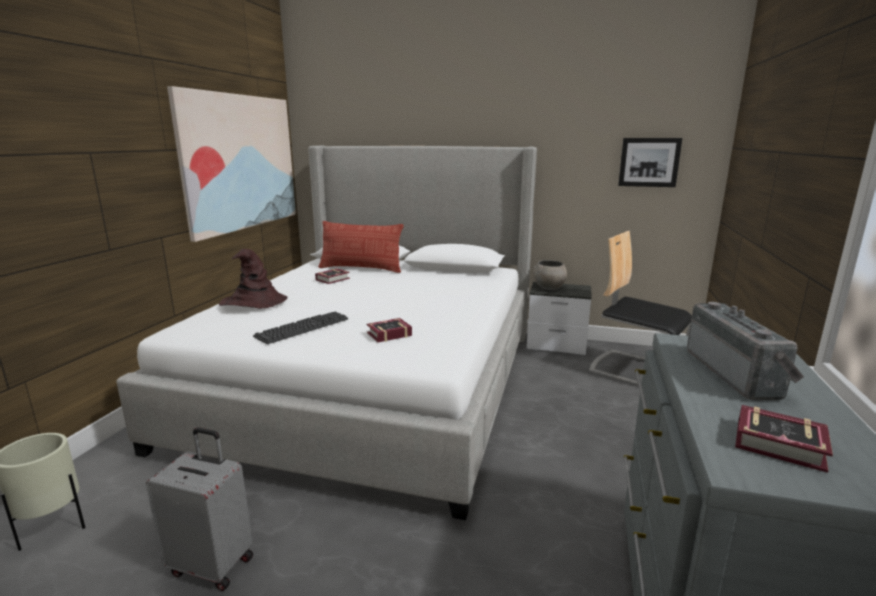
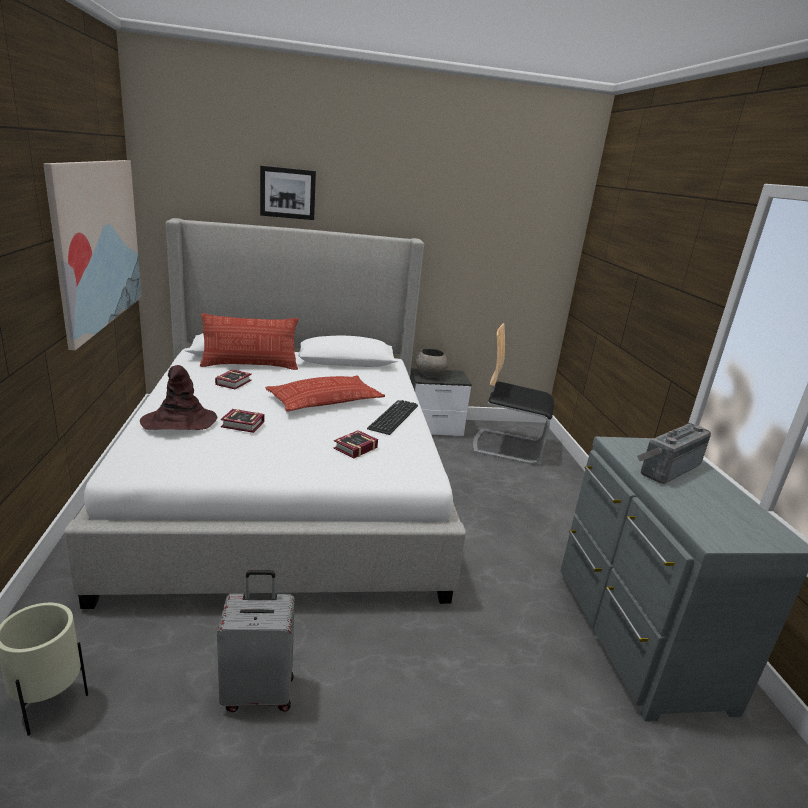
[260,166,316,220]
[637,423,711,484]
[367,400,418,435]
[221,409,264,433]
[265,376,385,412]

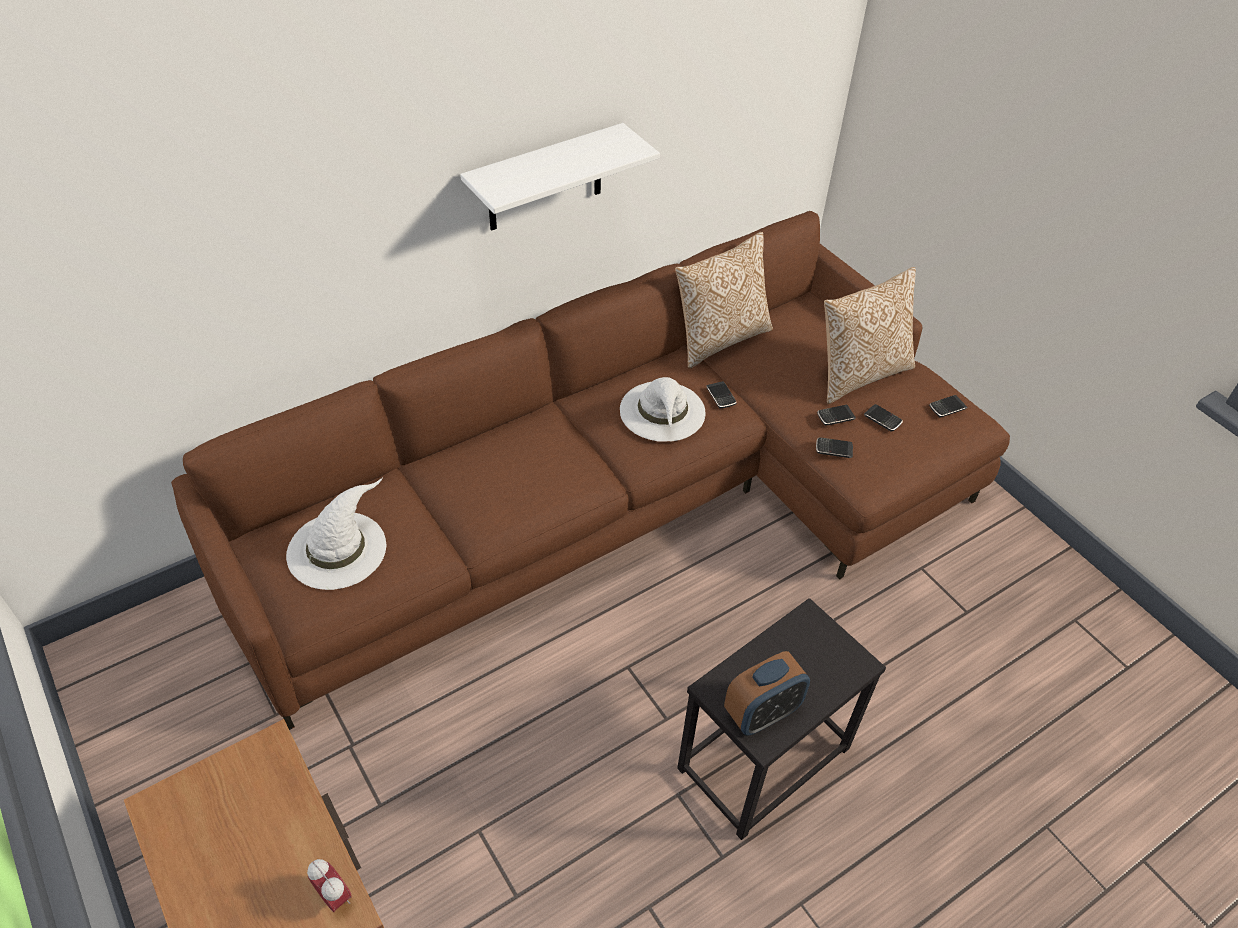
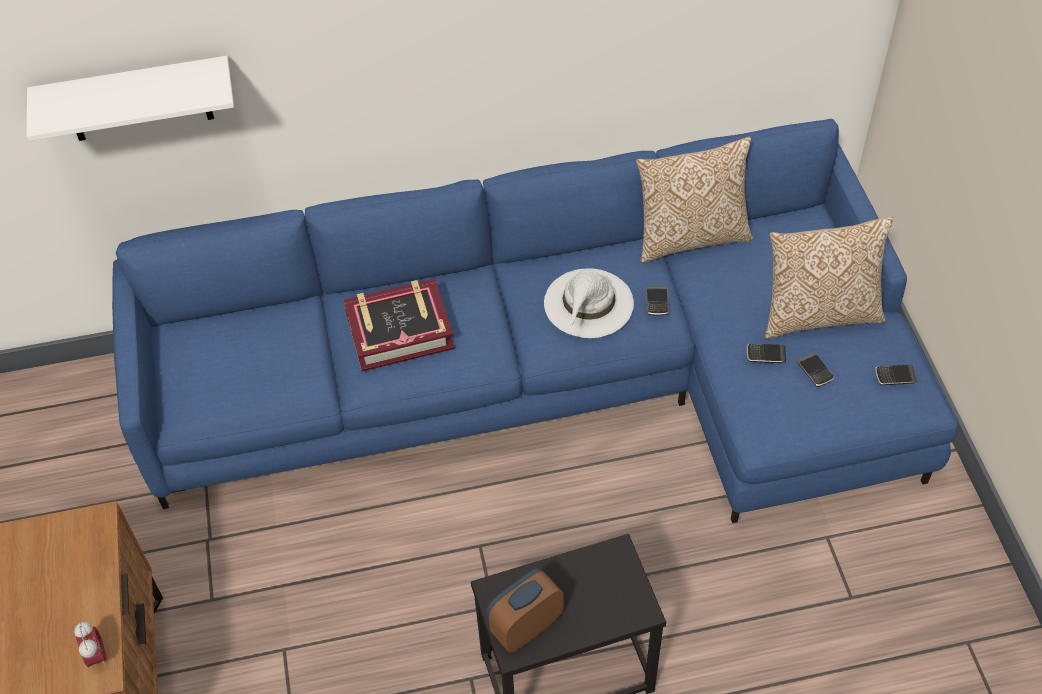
[27,56,234,141]
[112,119,958,523]
[816,437,853,458] (first image)
[286,479,386,590] (first image)
[486,568,564,653]
[344,278,455,371]

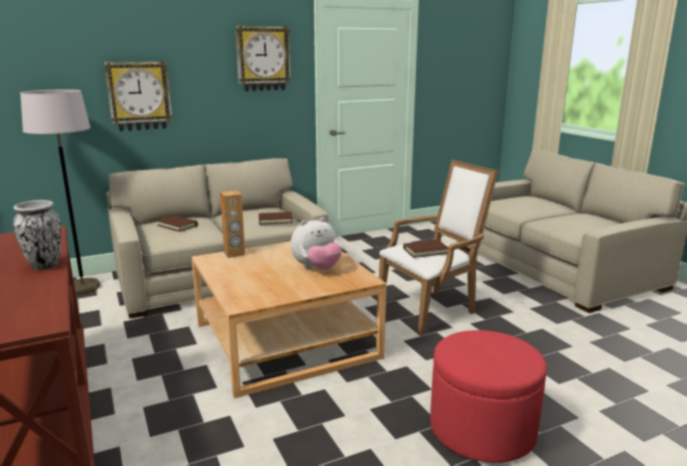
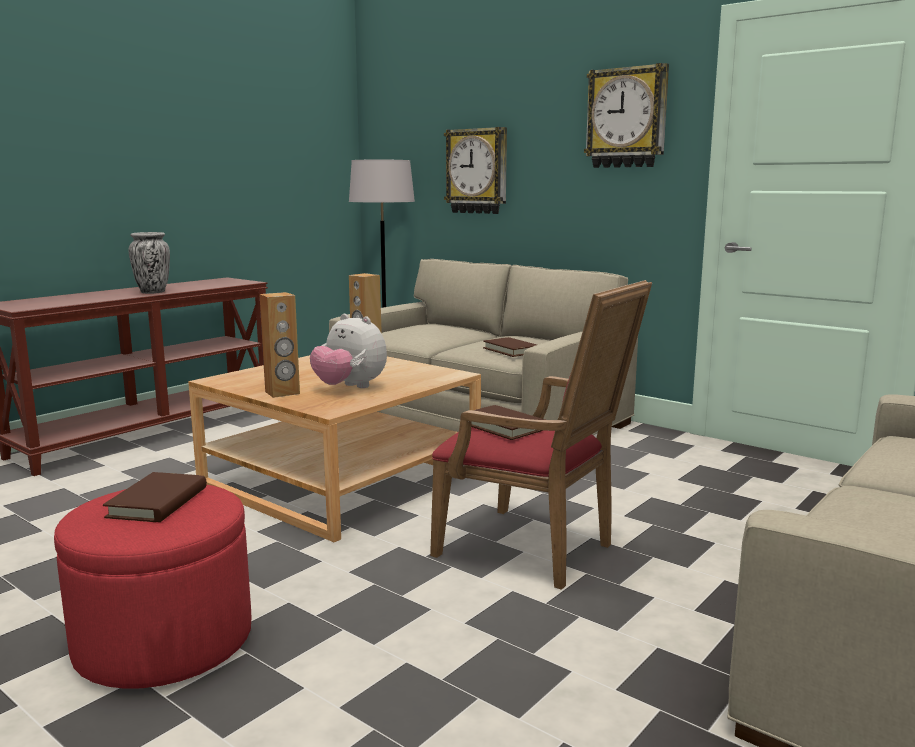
[430,280,652,590]
[103,472,207,522]
[259,292,300,398]

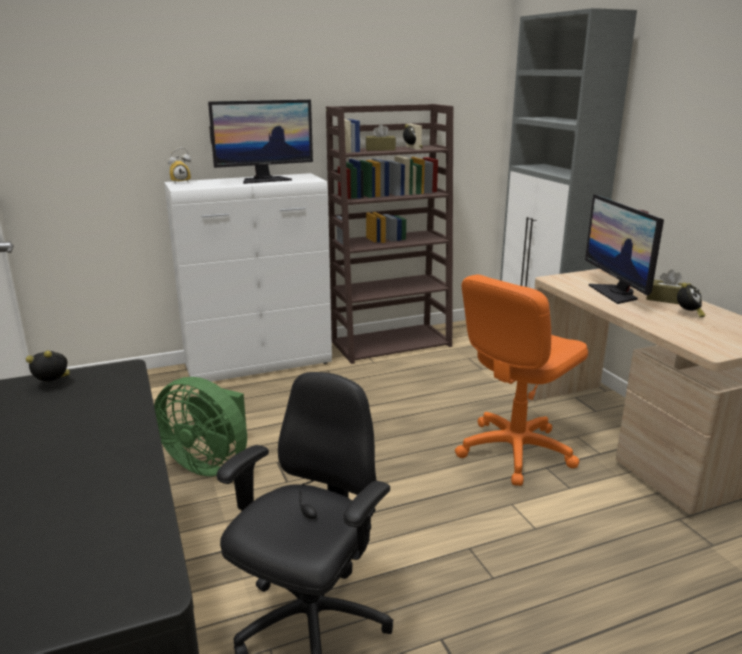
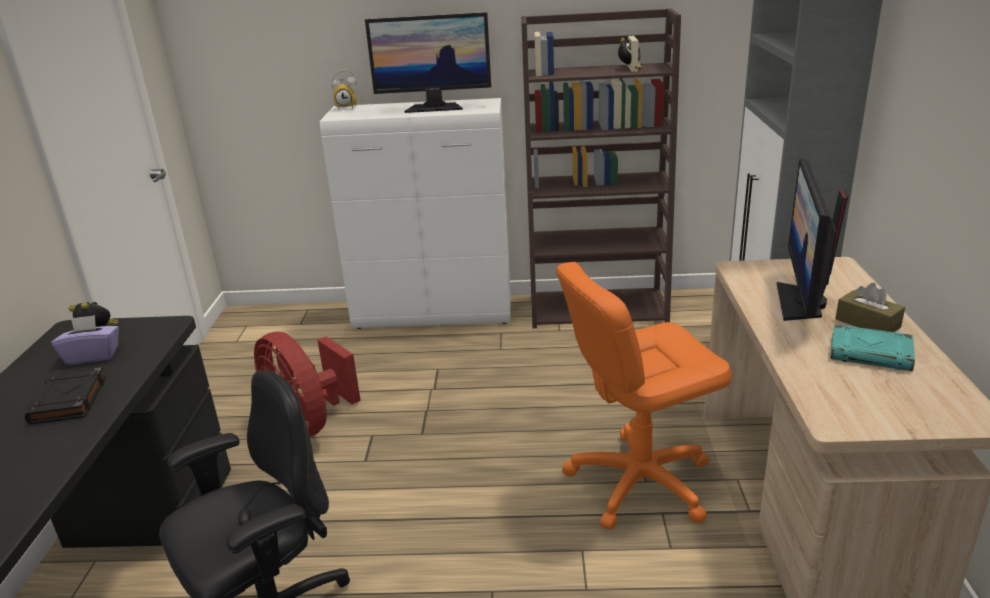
[366,124,396,151] (first image)
[830,324,915,371]
[254,332,361,437]
[51,315,119,365]
[25,367,106,424]

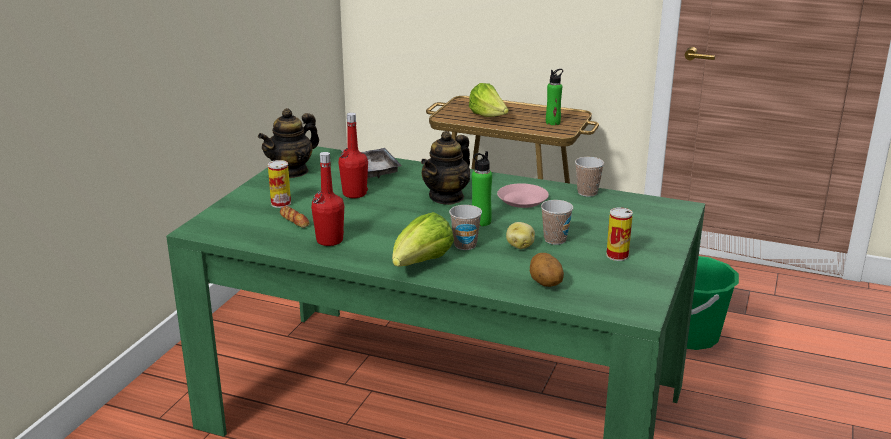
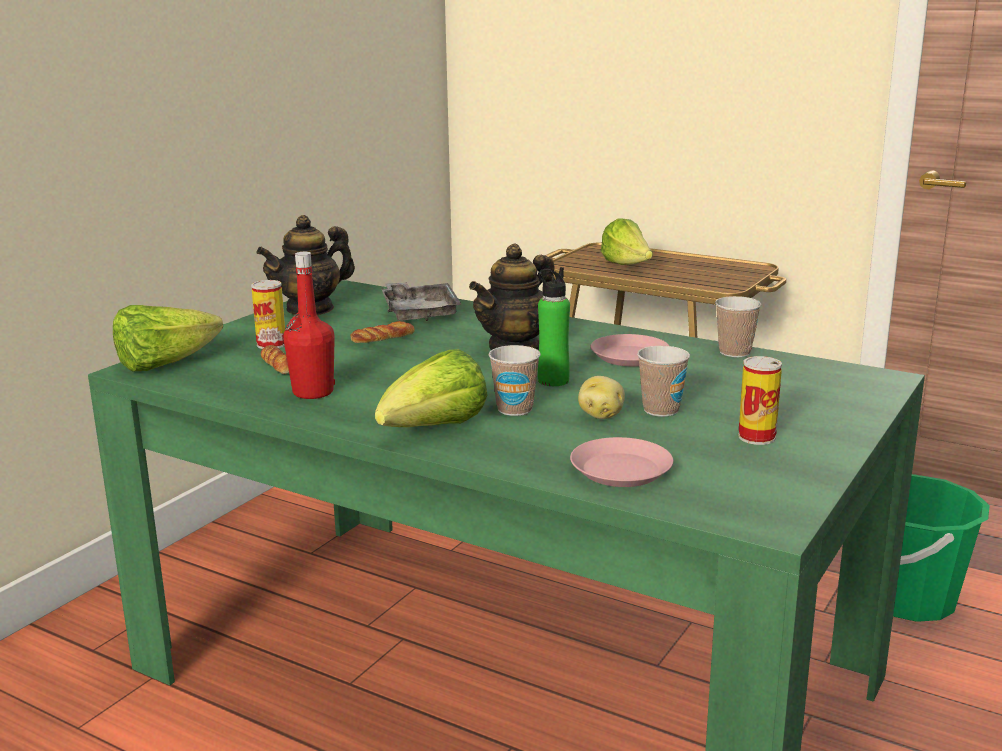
[546,69,563,125] (first image)
[351,321,415,343]
[570,437,673,487]
[113,305,223,371]

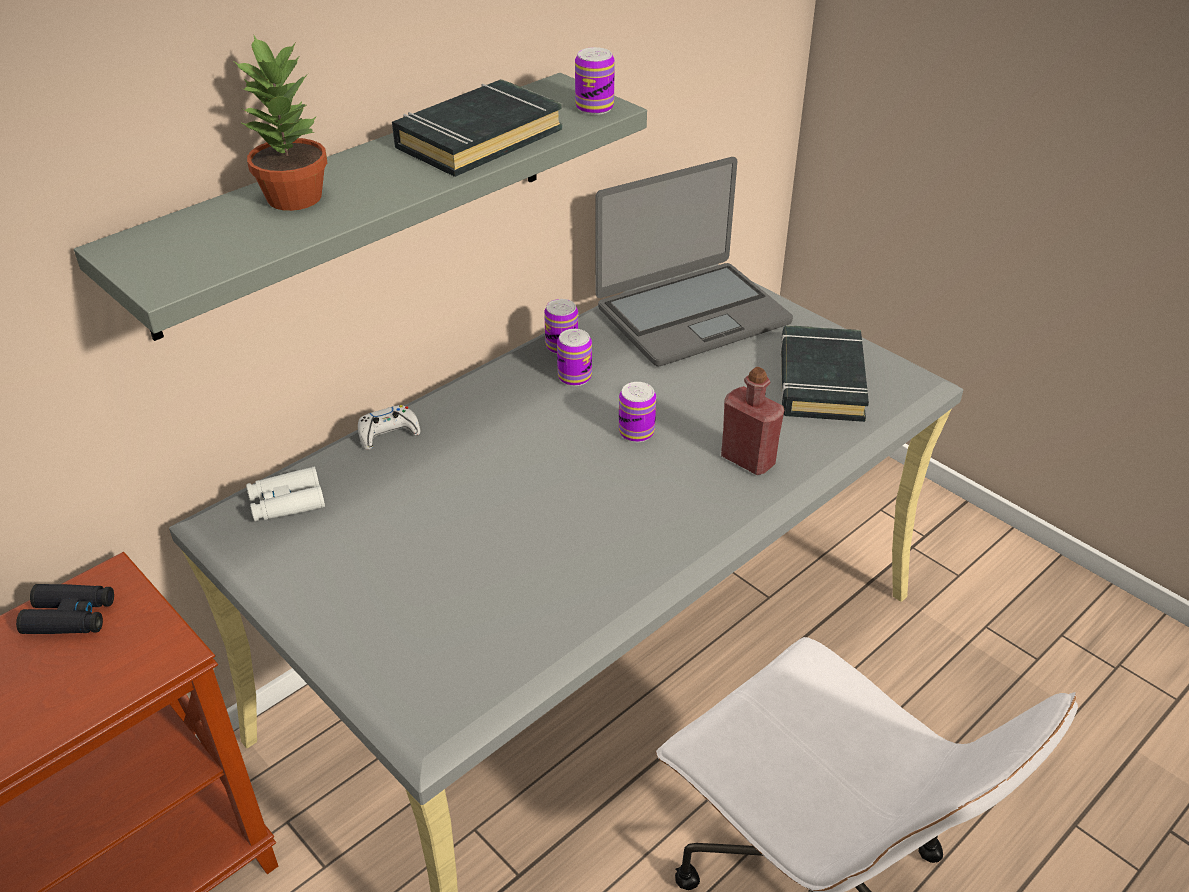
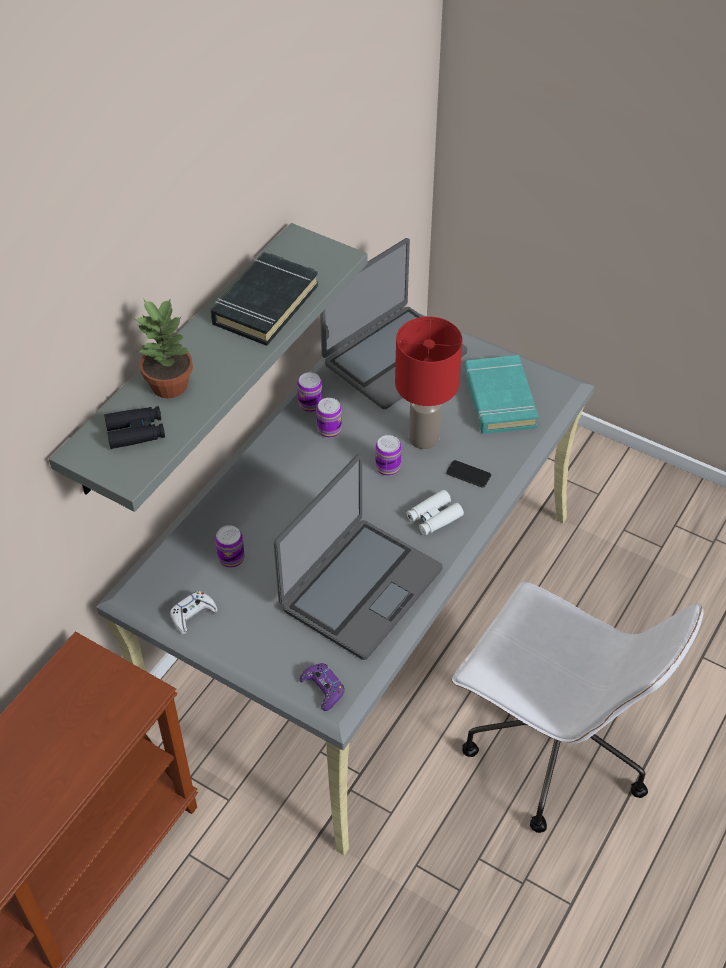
[215,525,245,568]
[465,355,539,434]
[446,460,491,488]
[170,591,218,634]
[406,490,464,535]
[104,406,165,449]
[395,316,463,449]
[274,454,443,660]
[300,663,345,711]

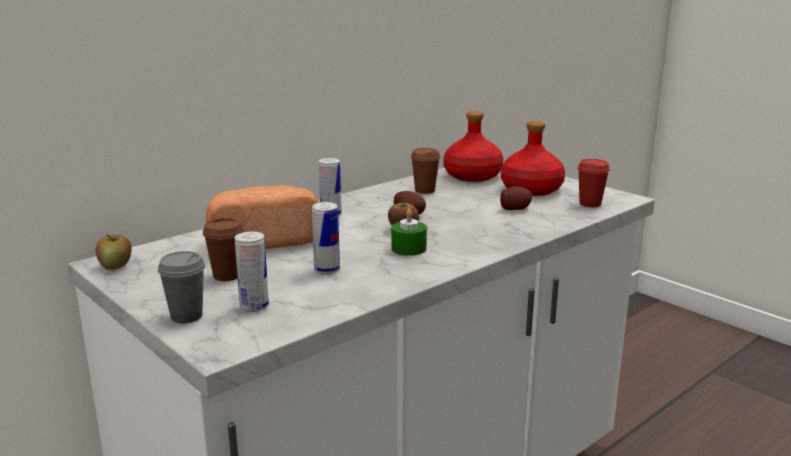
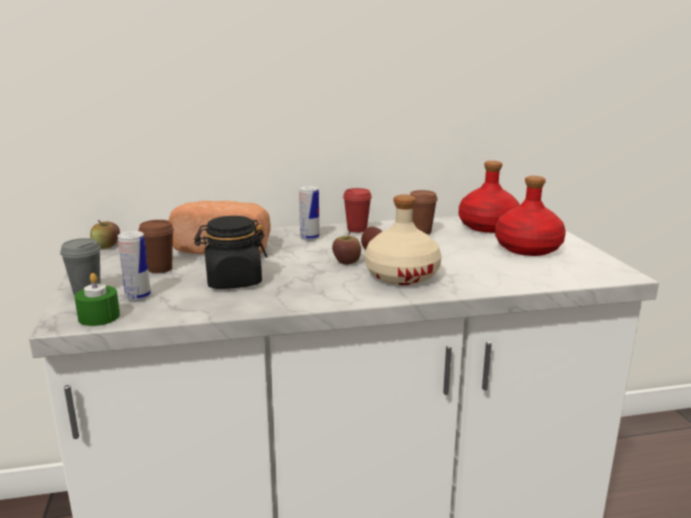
[343,188,372,233]
[500,186,533,210] (first image)
[194,216,268,289]
[74,273,120,326]
[365,194,441,285]

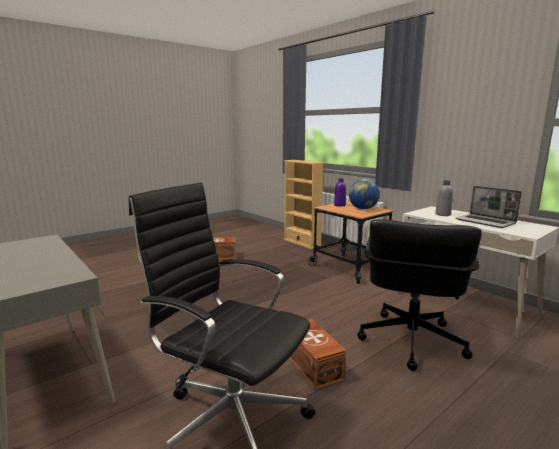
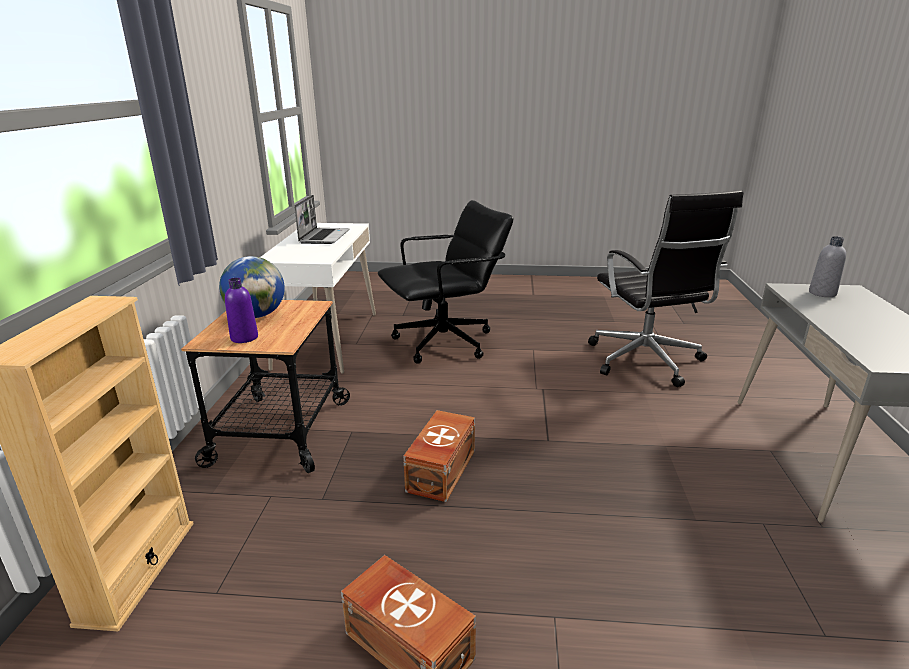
[809,236,846,297]
[403,410,475,502]

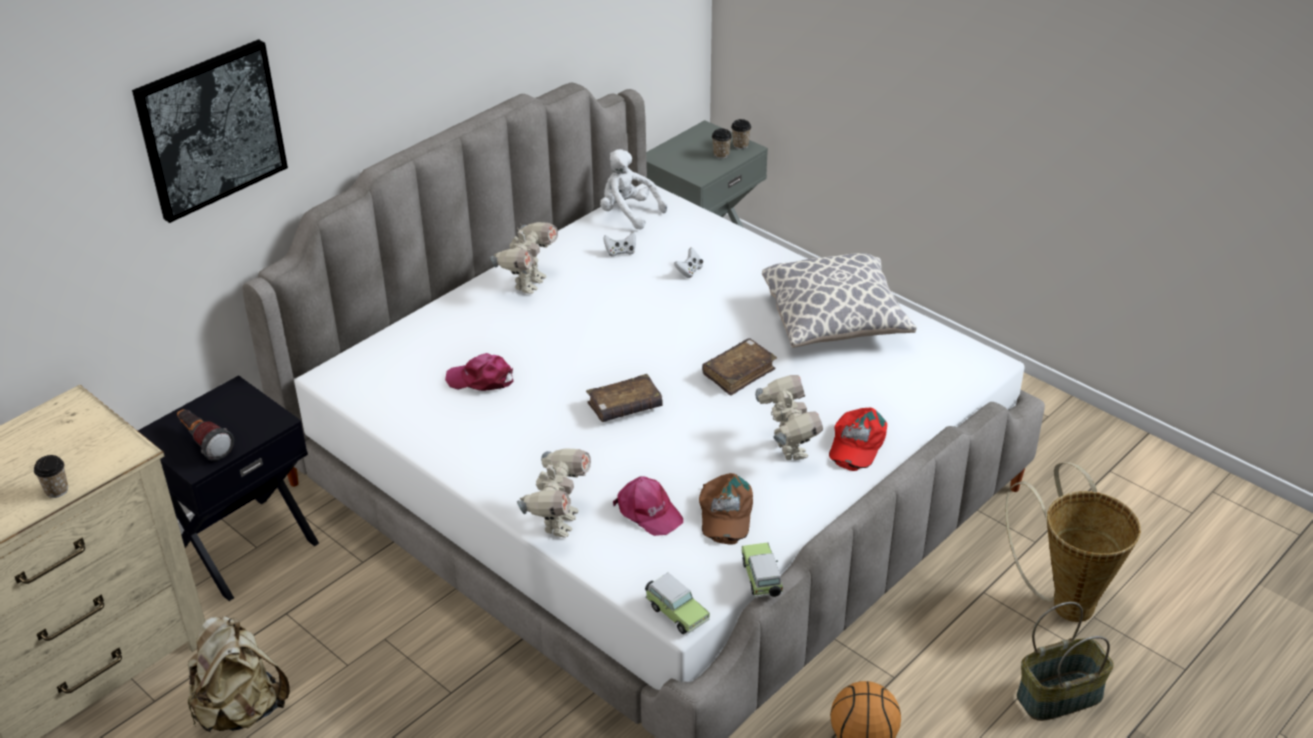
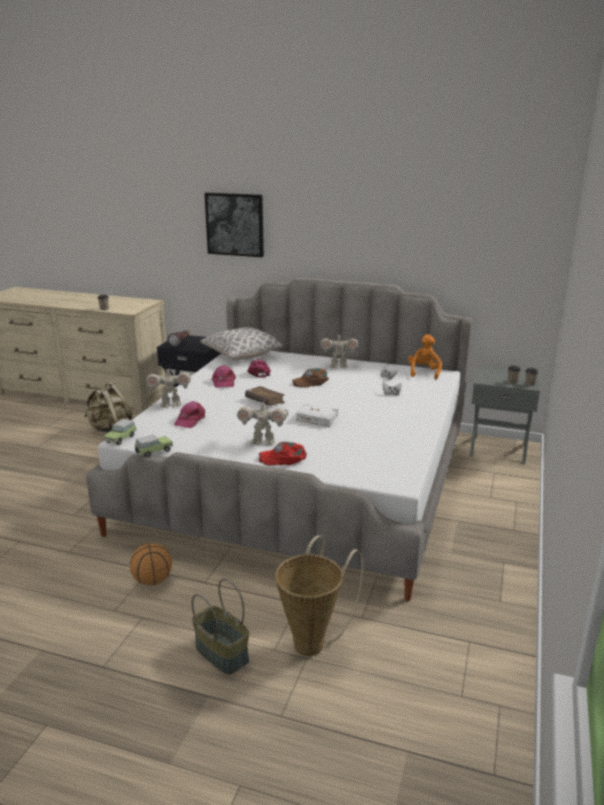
[408,334,442,380]
[201,327,283,360]
[295,404,338,428]
[237,401,288,445]
[292,368,329,388]
[212,365,236,388]

